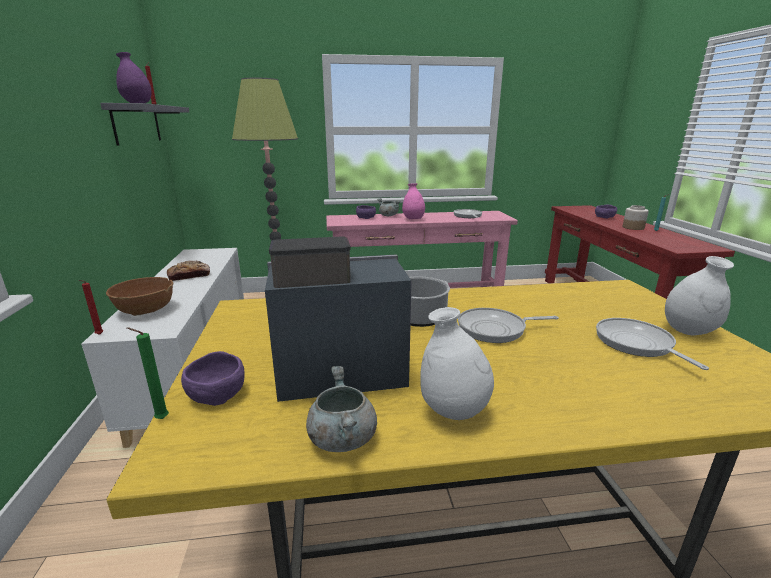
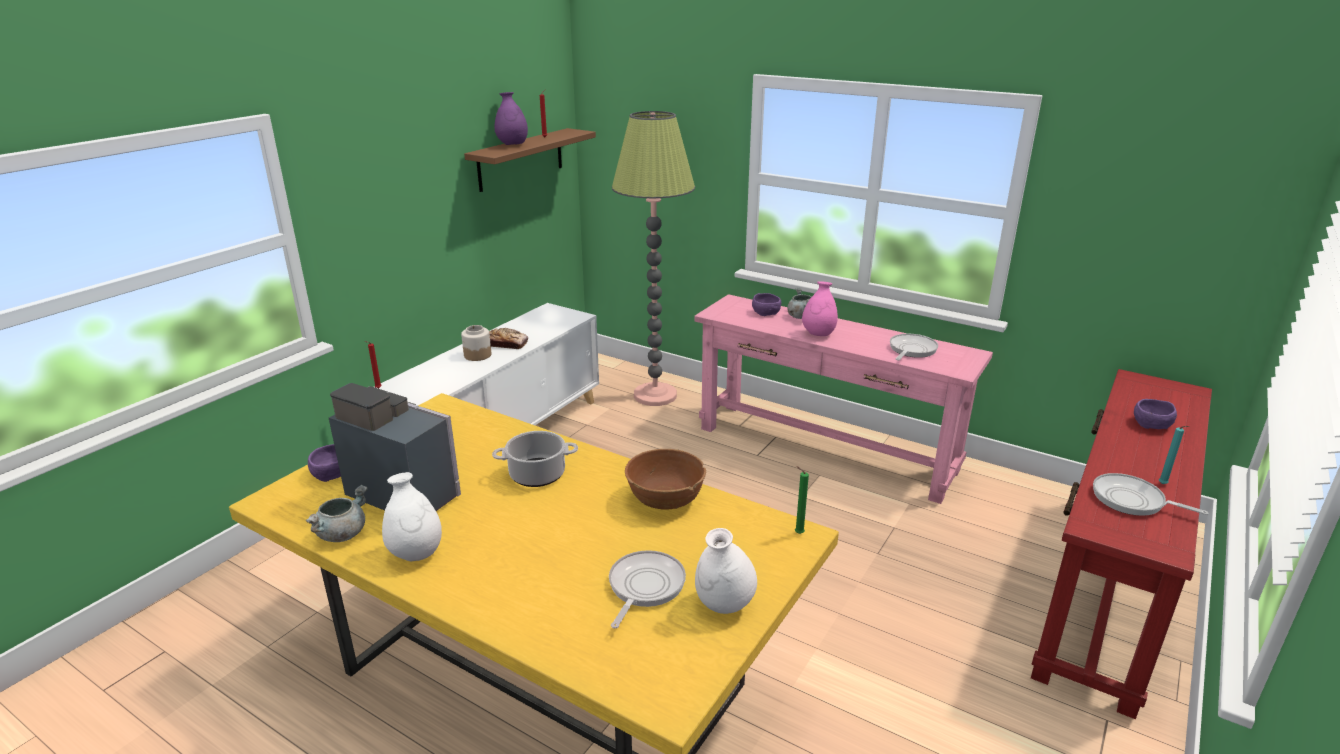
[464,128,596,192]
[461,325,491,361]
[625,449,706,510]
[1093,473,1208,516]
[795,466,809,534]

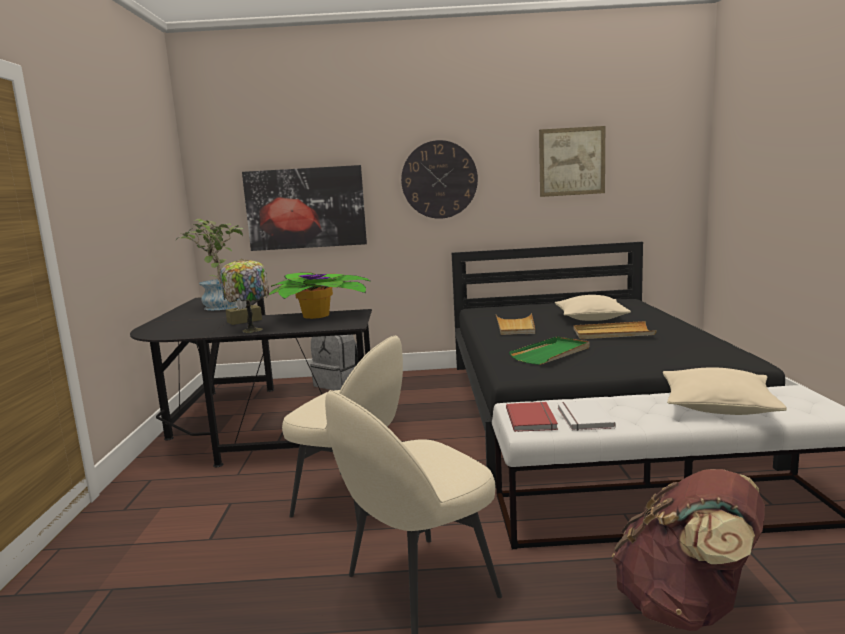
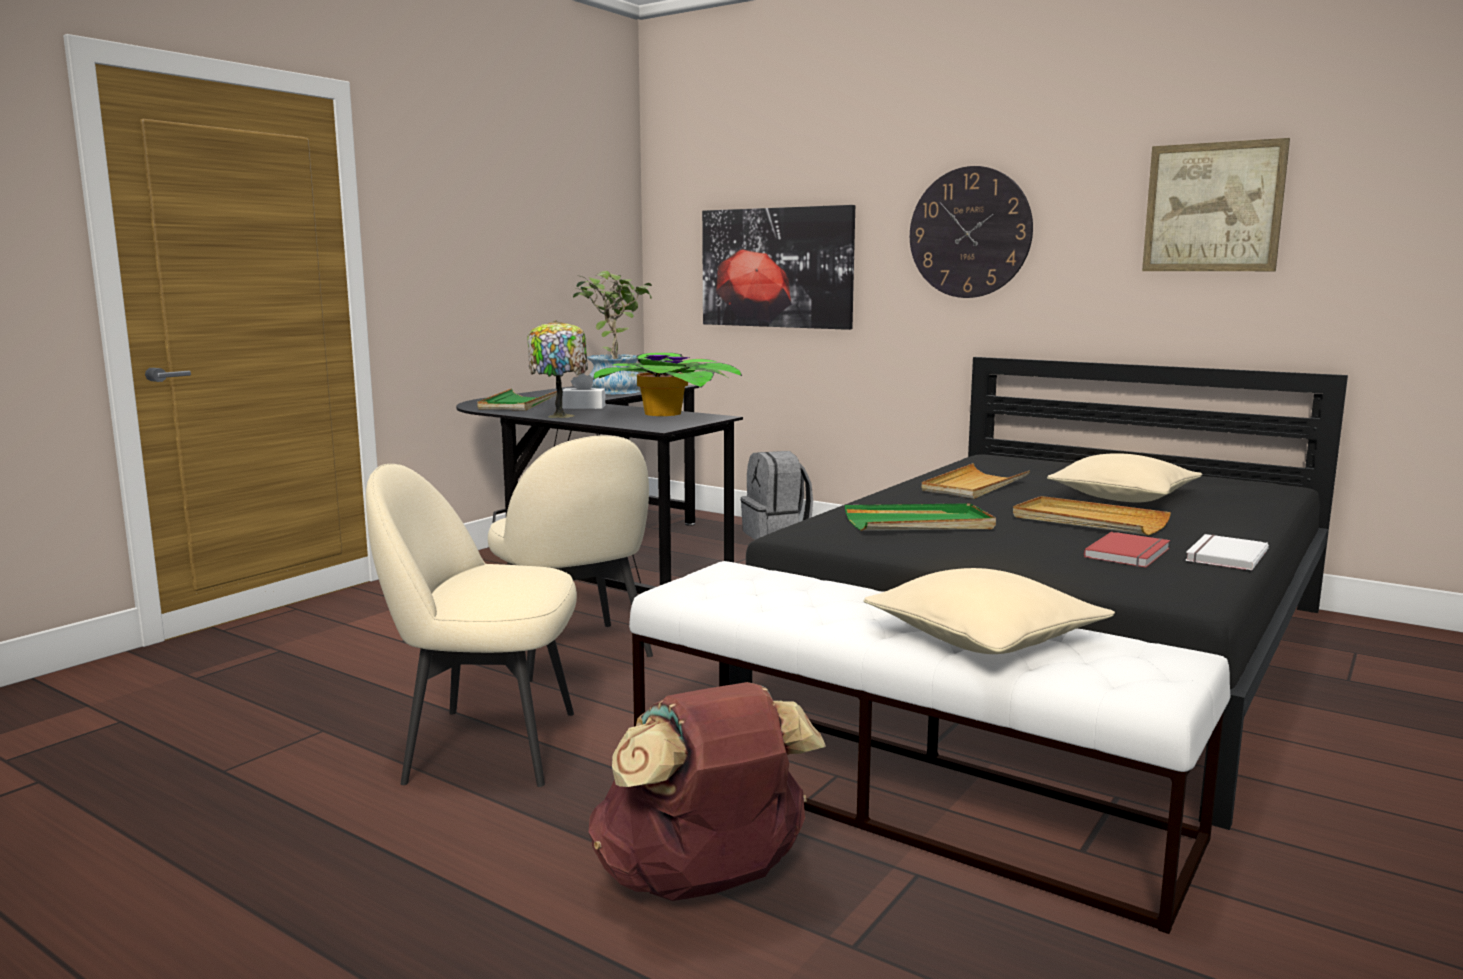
[562,373,606,409]
[1185,534,1269,571]
[1084,532,1170,567]
[477,388,557,411]

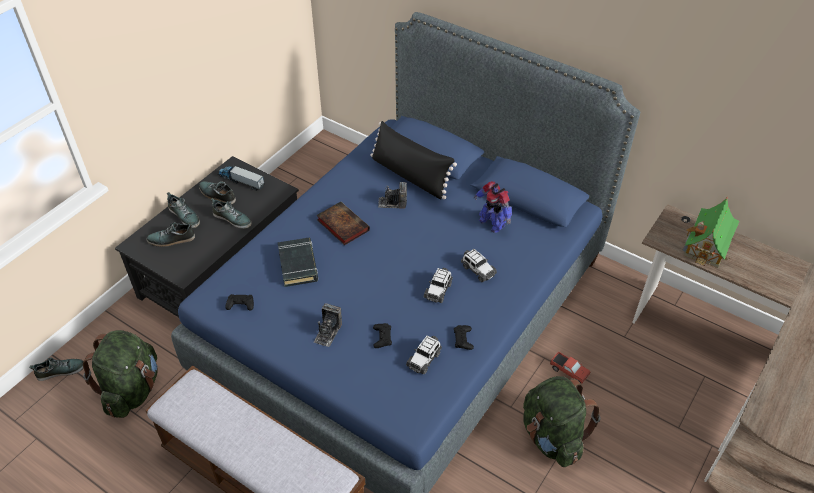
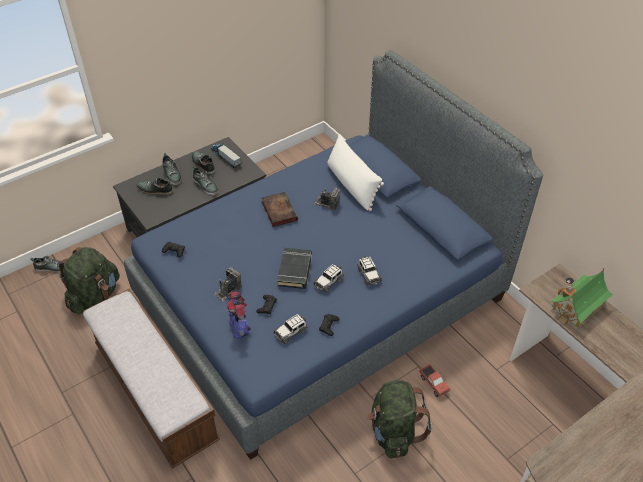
[327,135,384,211]
[227,291,251,339]
[277,248,312,289]

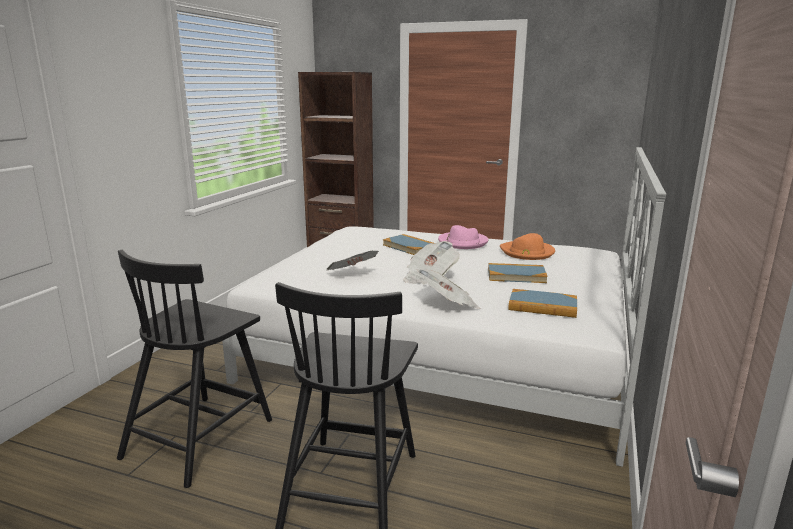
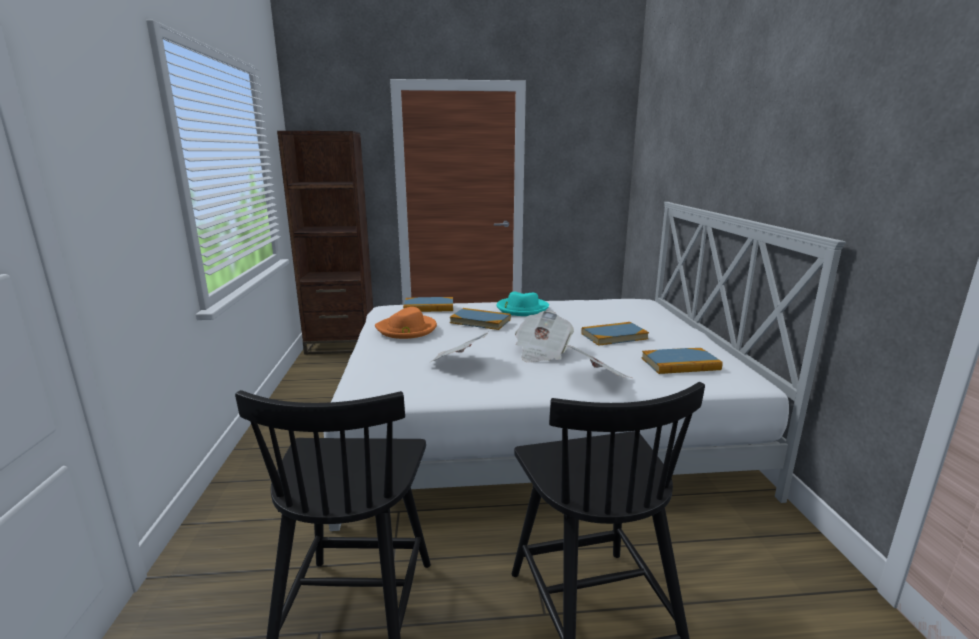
[497,292,549,316]
[375,307,437,339]
[403,297,453,312]

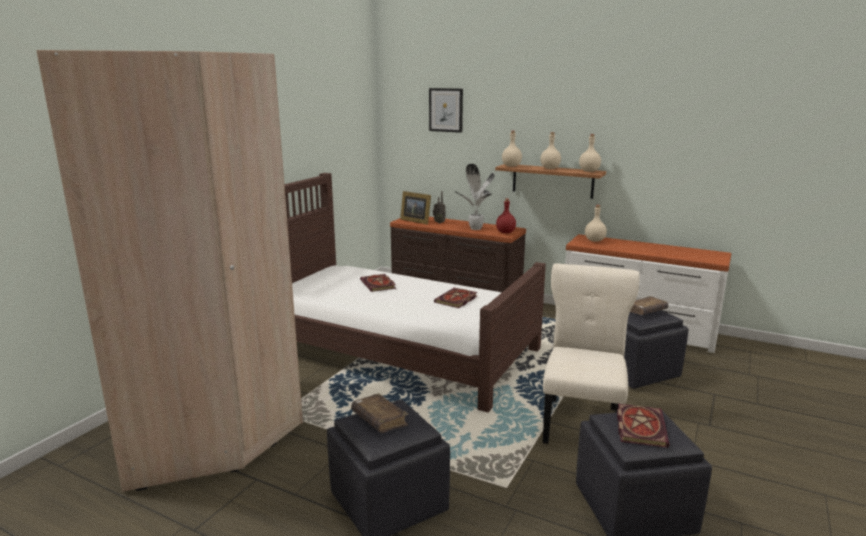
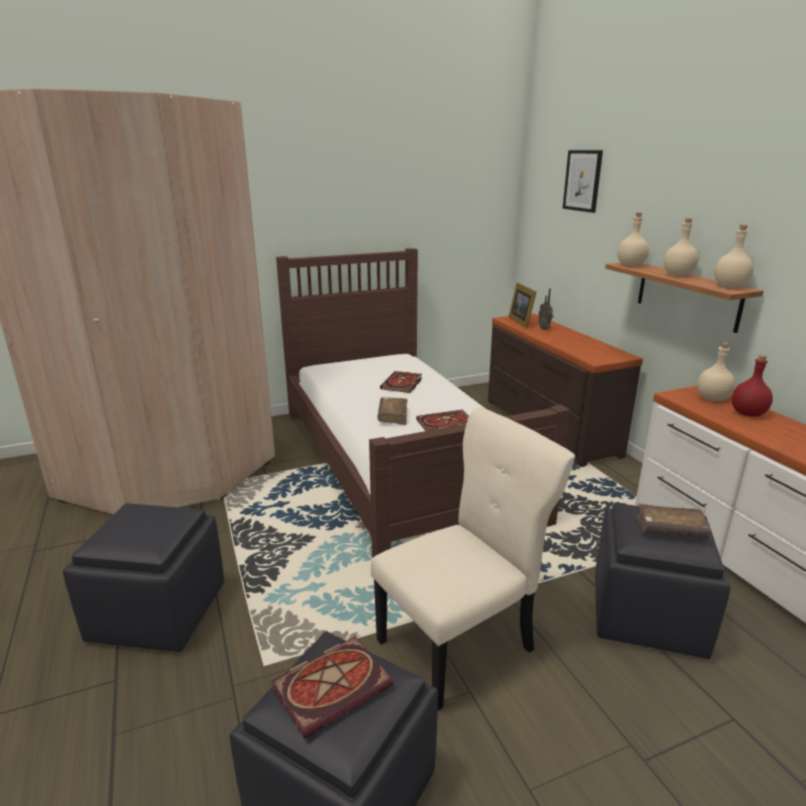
[454,164,495,230] (first image)
[732,355,773,417]
[377,397,407,425]

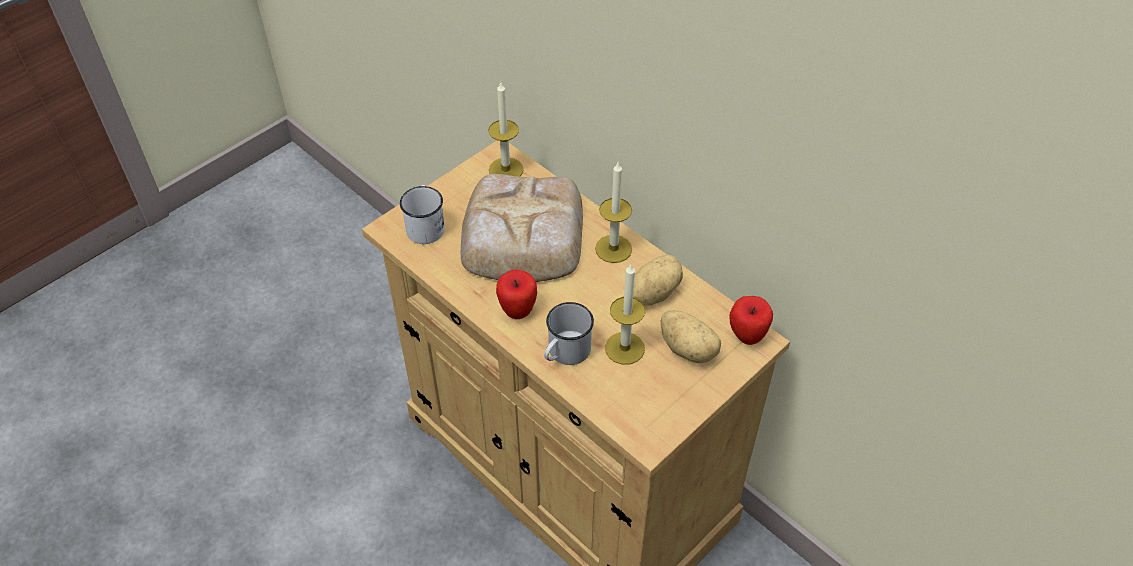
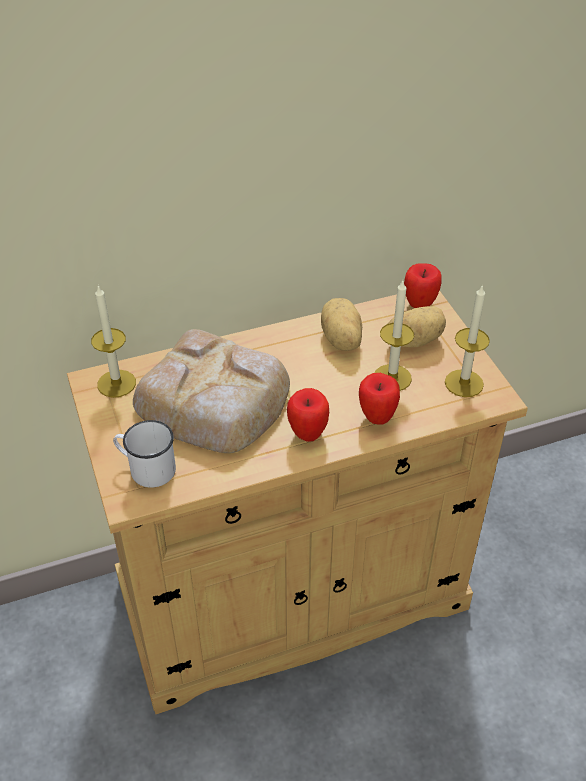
[445,284,490,397]
[359,373,400,425]

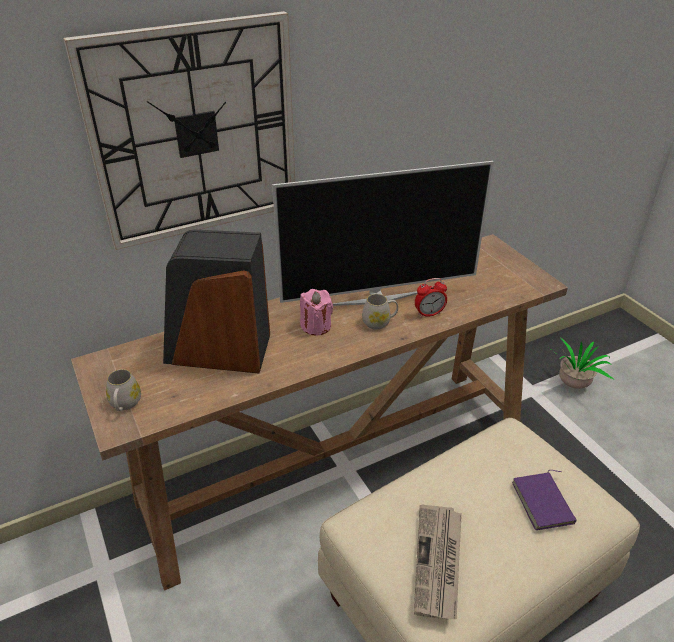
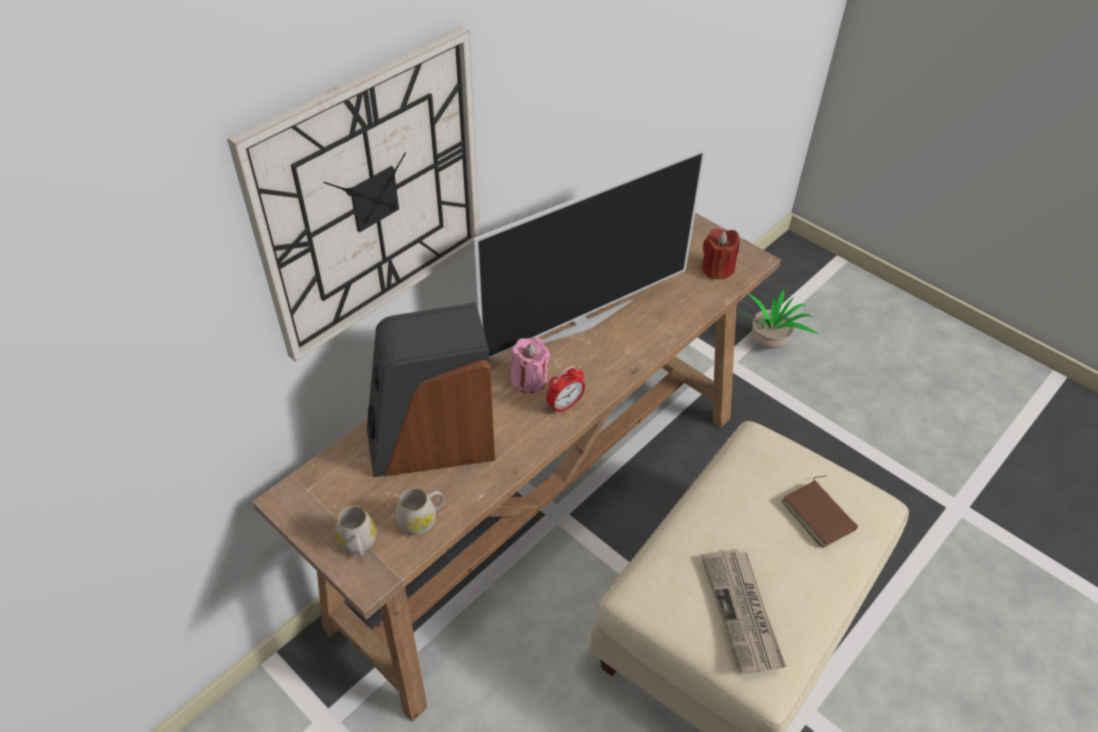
[546,366,585,414]
[396,488,444,535]
[781,476,858,548]
[701,229,740,279]

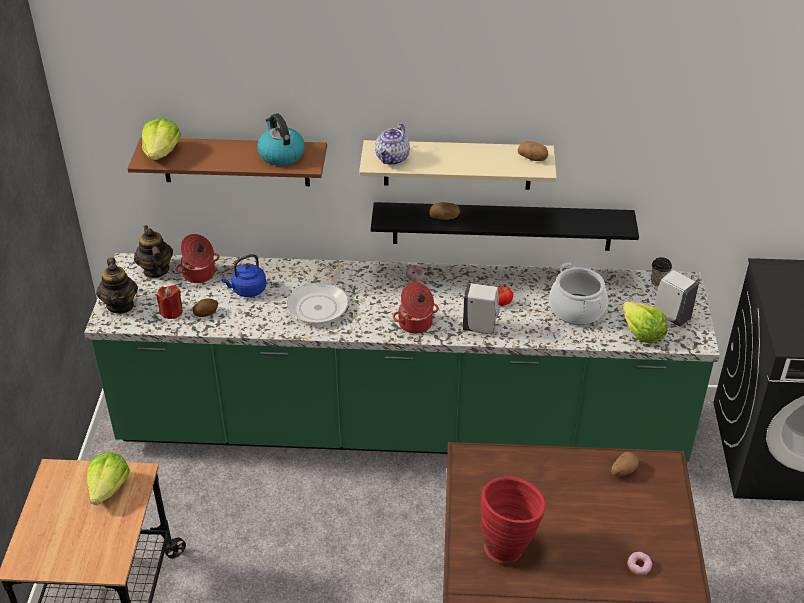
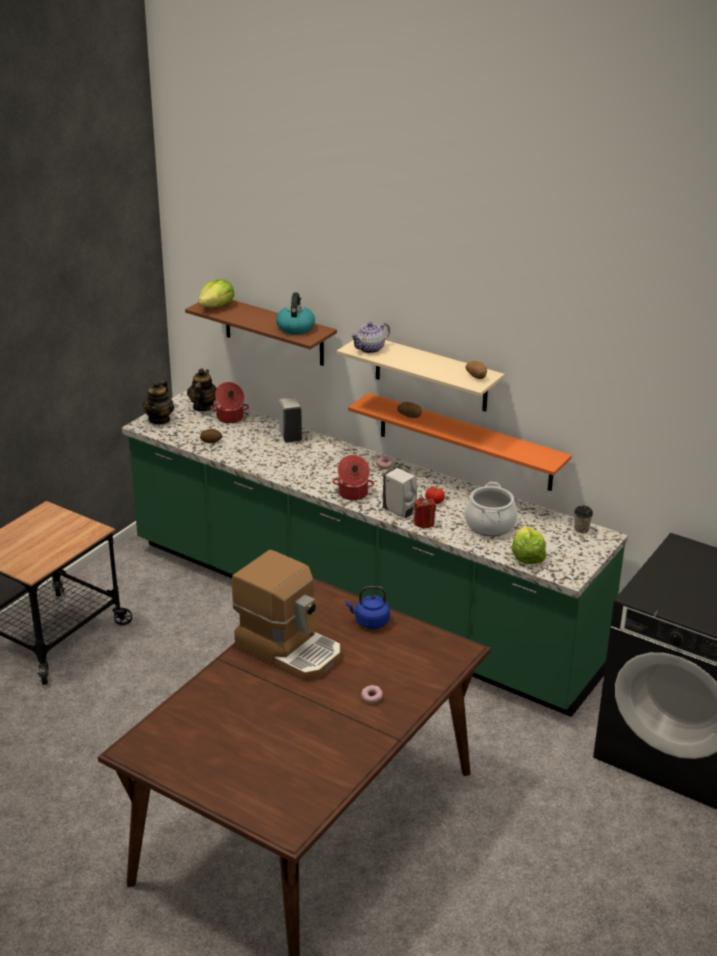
[348,393,572,491]
[345,586,390,629]
[287,265,349,324] (first image)
[279,397,302,443]
[414,498,436,529]
[87,452,130,505] (first image)
[611,452,639,477] (first image)
[232,550,340,681]

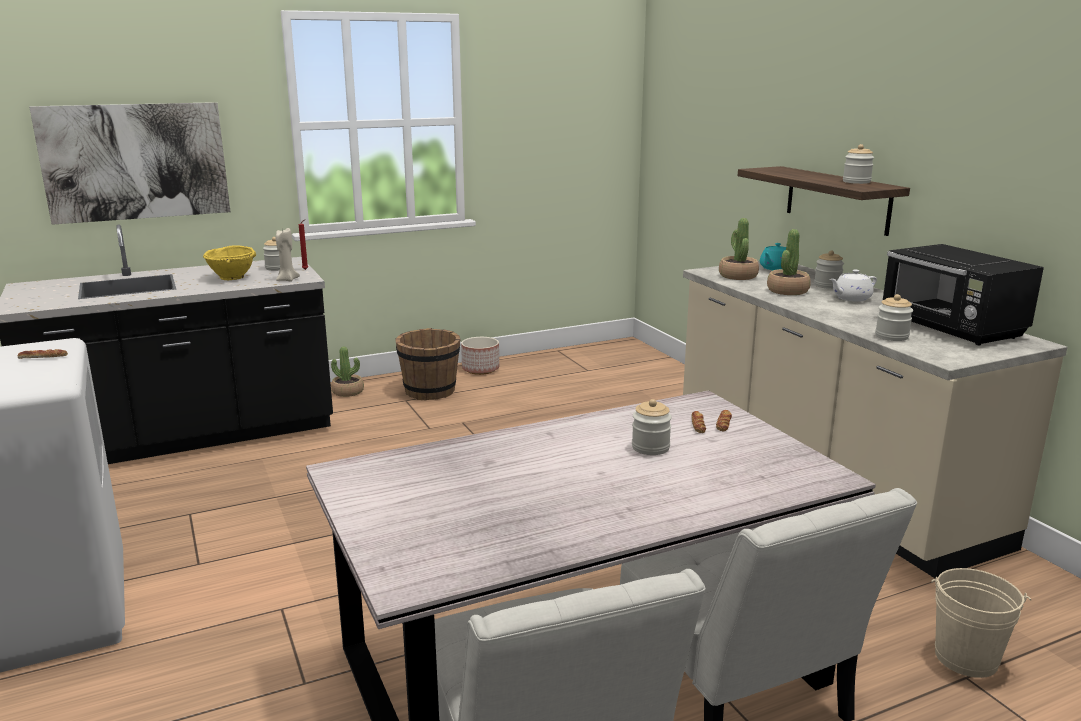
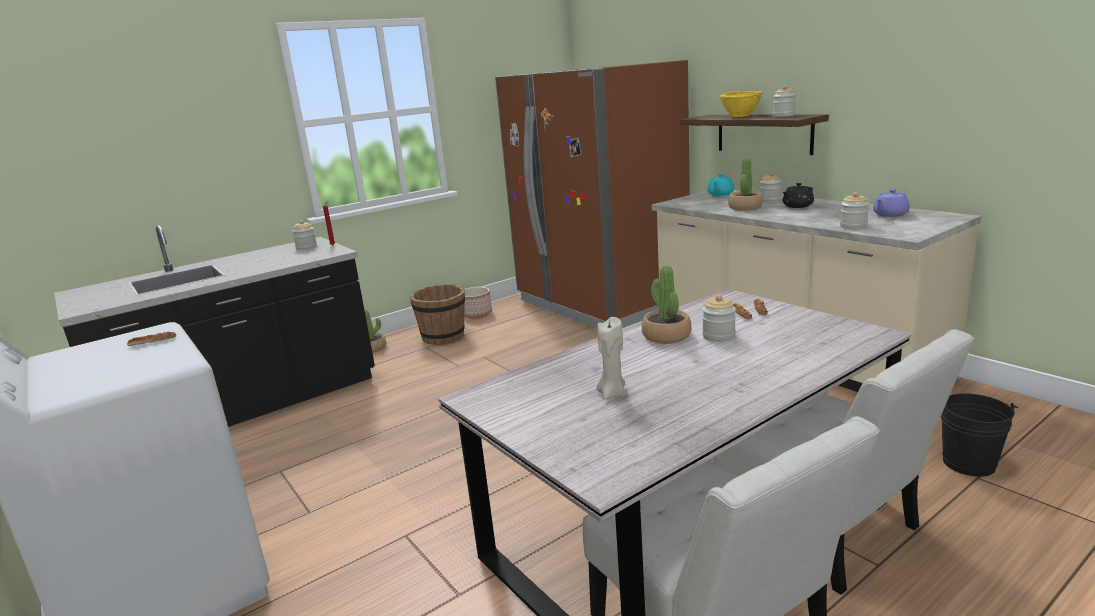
[29,102,230,225] (first image)
[642,265,692,344]
[597,317,626,400]
[873,189,910,217]
[720,91,762,117]
[783,183,814,208]
[941,393,1018,477]
[495,60,690,328]

